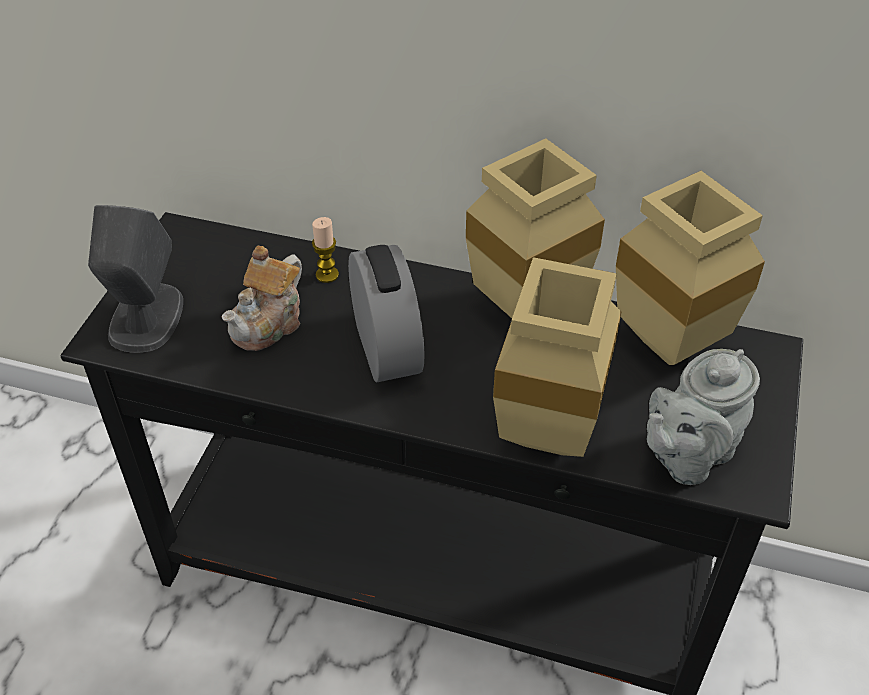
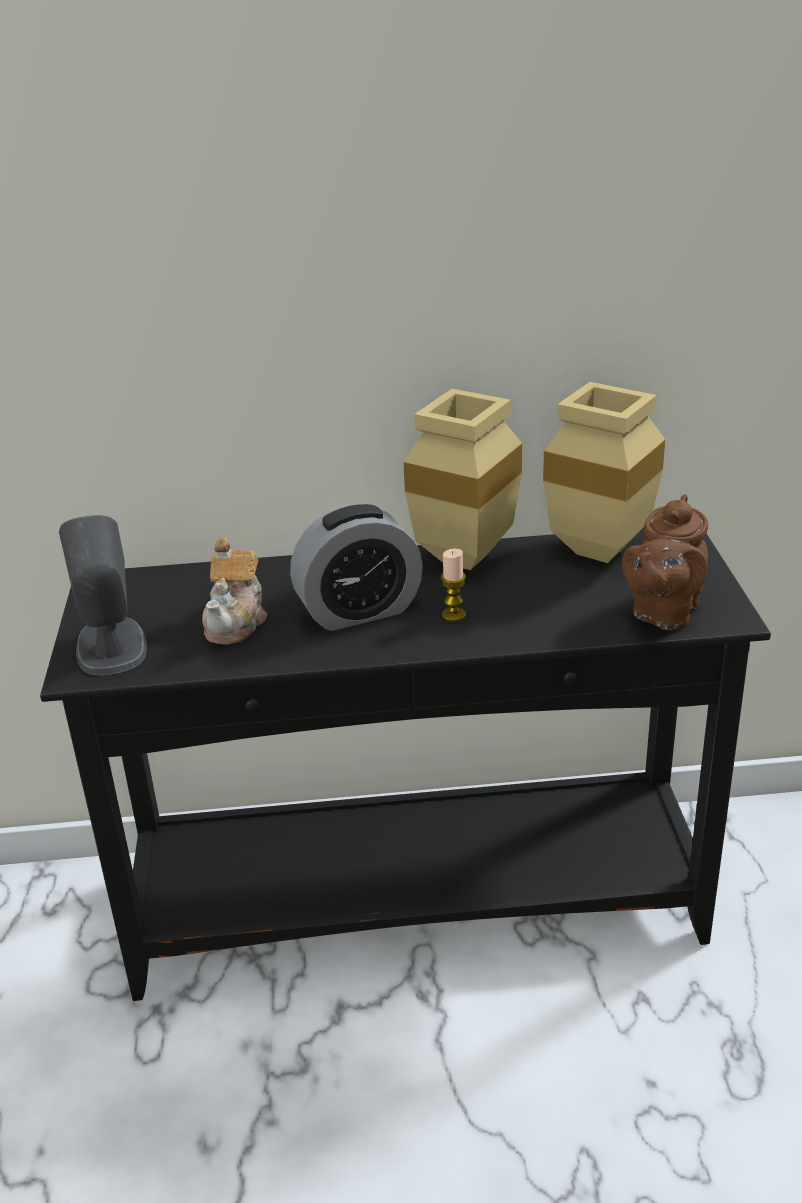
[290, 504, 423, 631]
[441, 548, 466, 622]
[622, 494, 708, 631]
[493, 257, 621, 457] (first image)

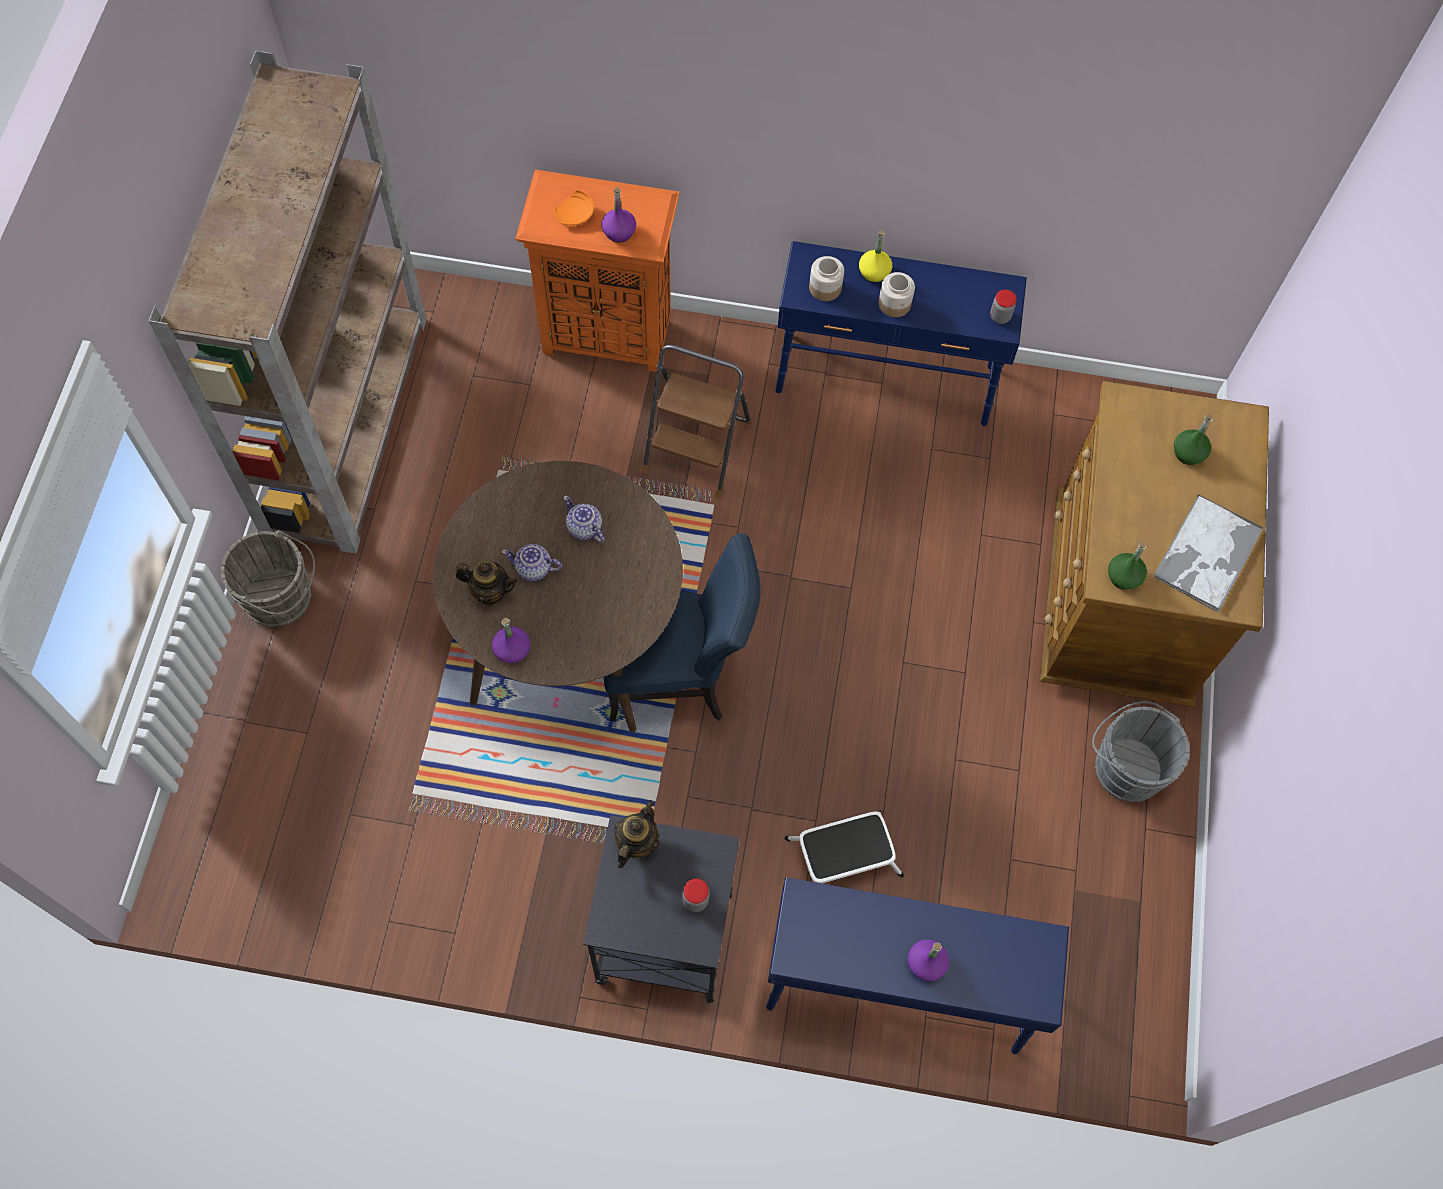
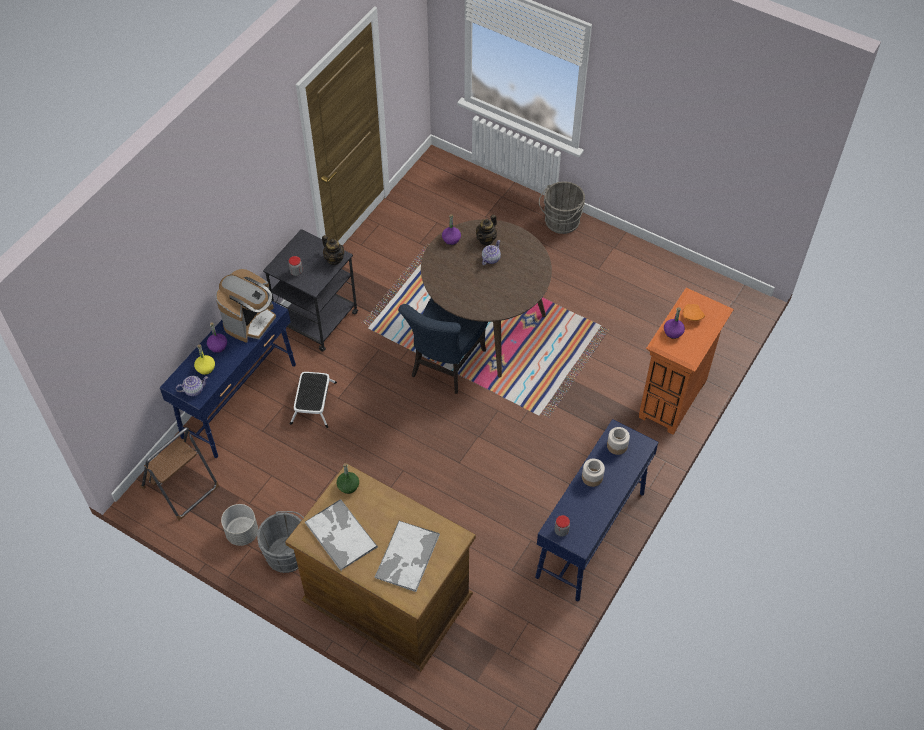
[140, 427, 219, 521]
[176, 376, 208, 396]
[194, 344, 215, 375]
[216, 269, 276, 343]
[221, 504, 258, 546]
[374, 520, 440, 592]
[148, 51, 427, 554] (first image)

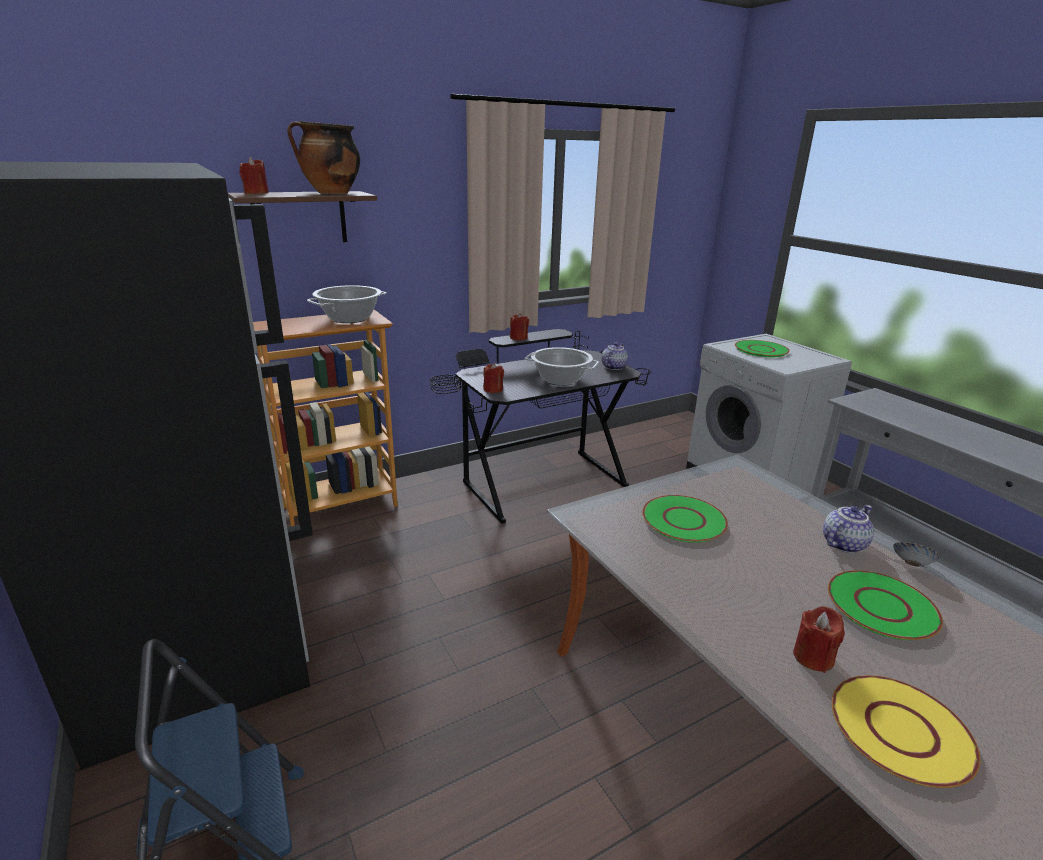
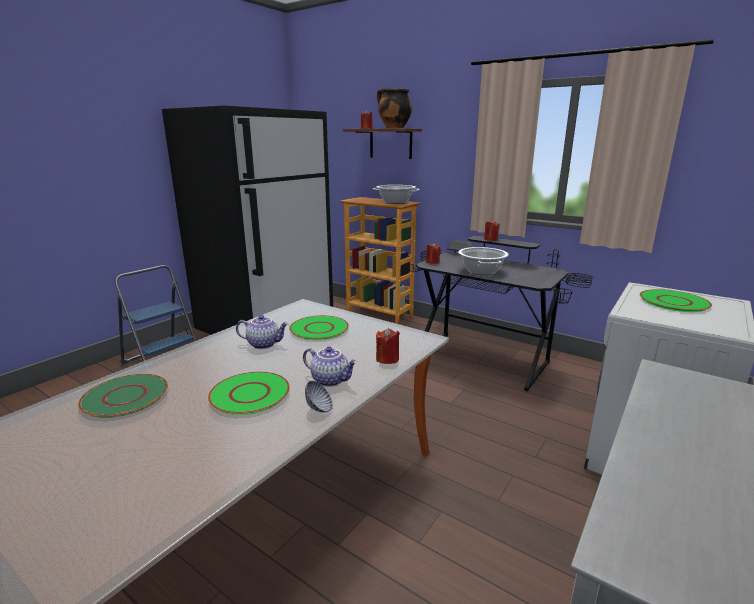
[78, 374, 168, 418]
[236, 315, 288, 349]
[376, 328, 400, 364]

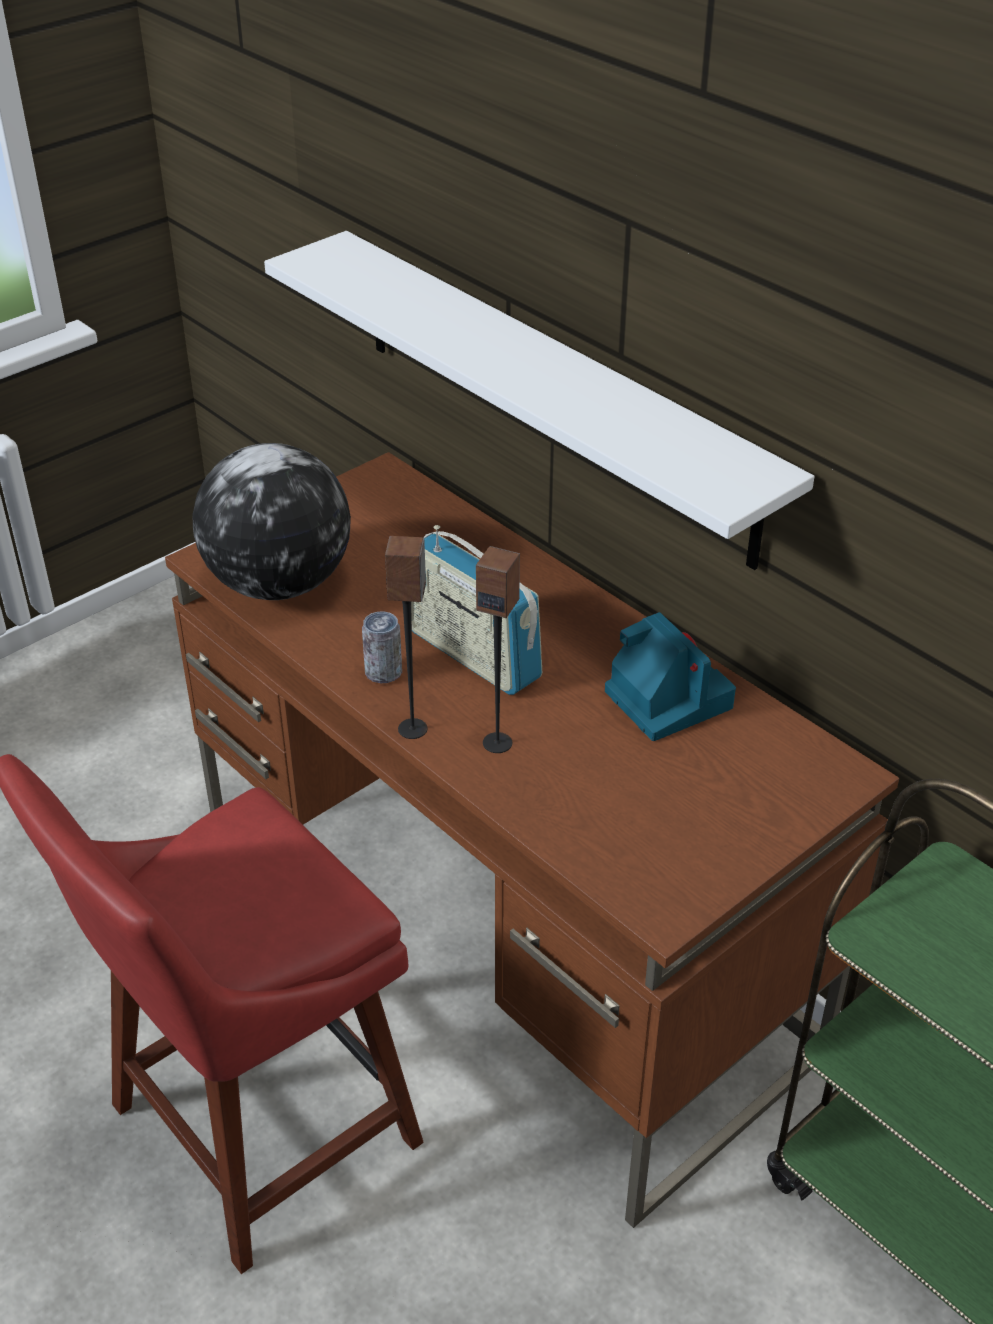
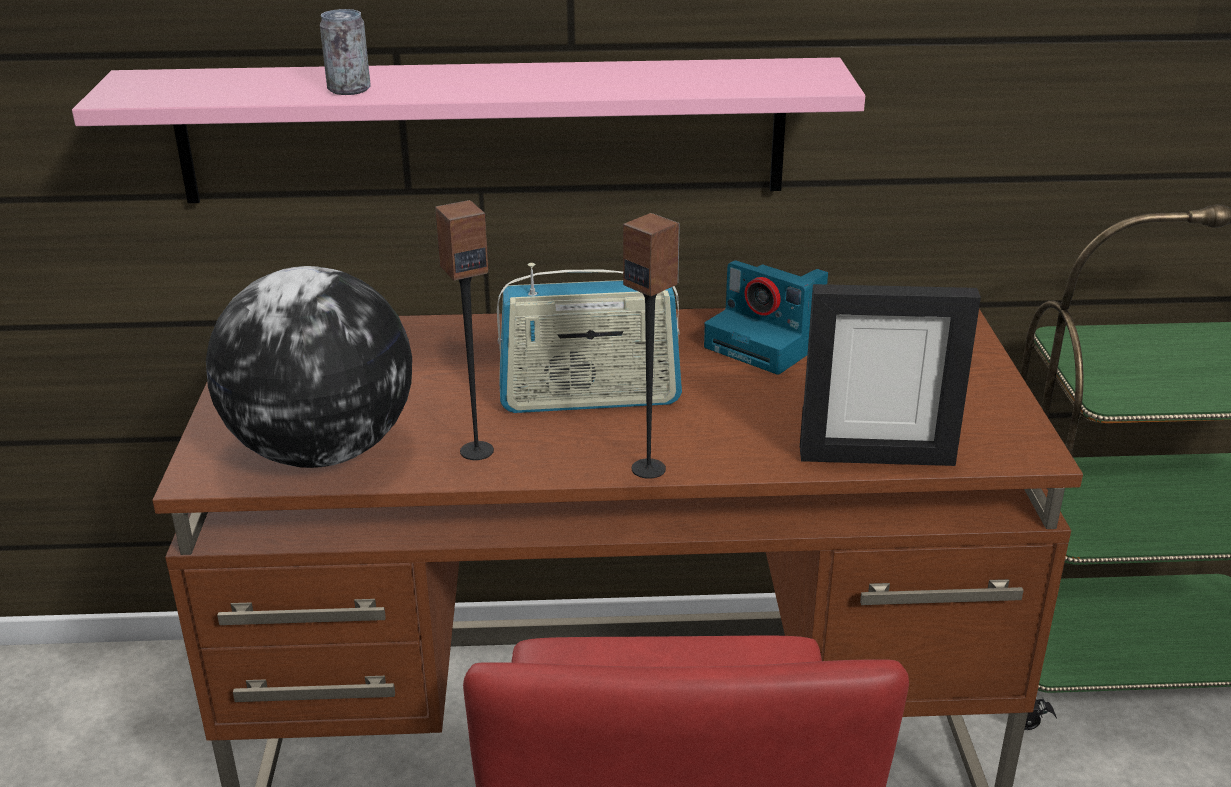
[72, 57, 865, 203]
[320, 9, 370, 95]
[435, 200, 494, 460]
[704, 260, 828, 375]
[800, 284, 981, 466]

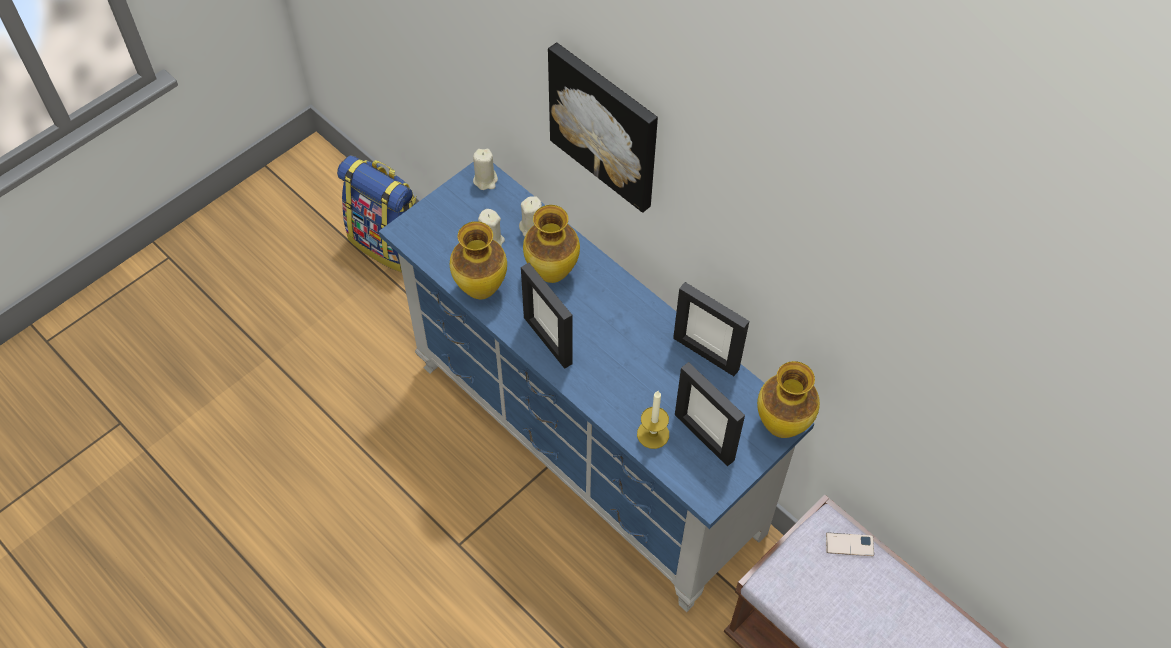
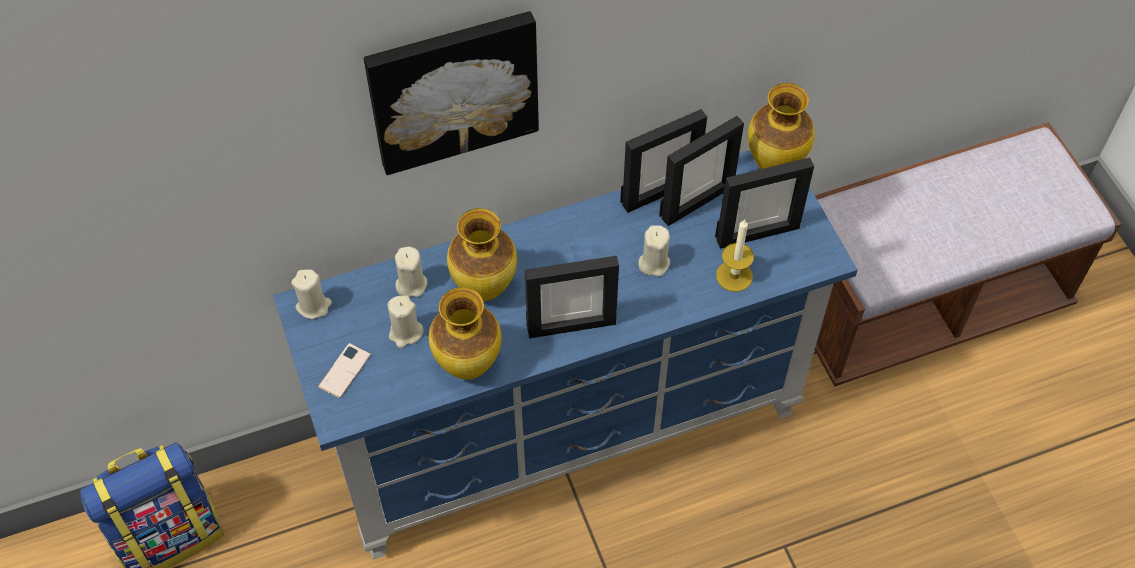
[318, 343, 371, 398]
[638, 225, 670, 276]
[659, 116, 744, 226]

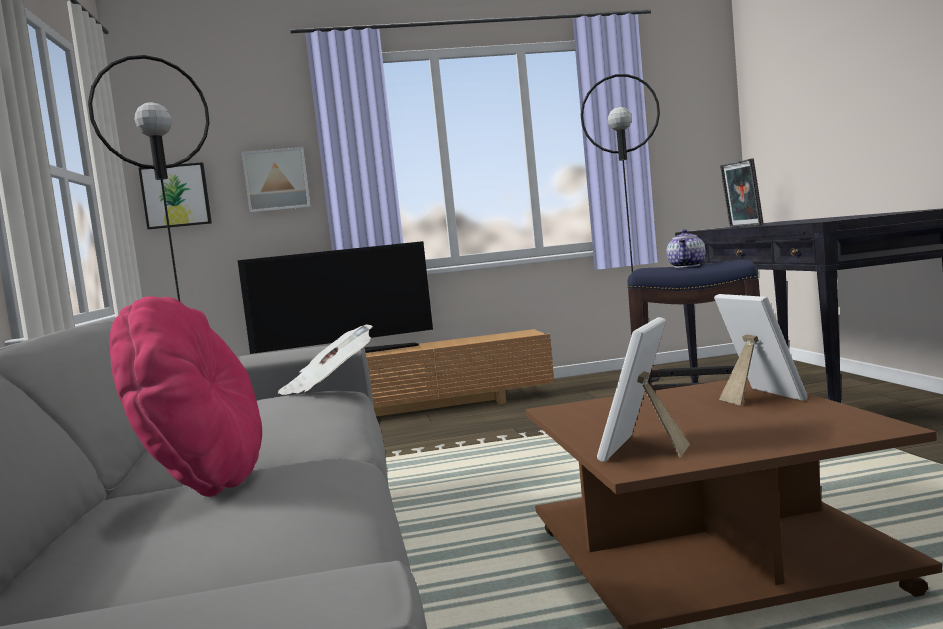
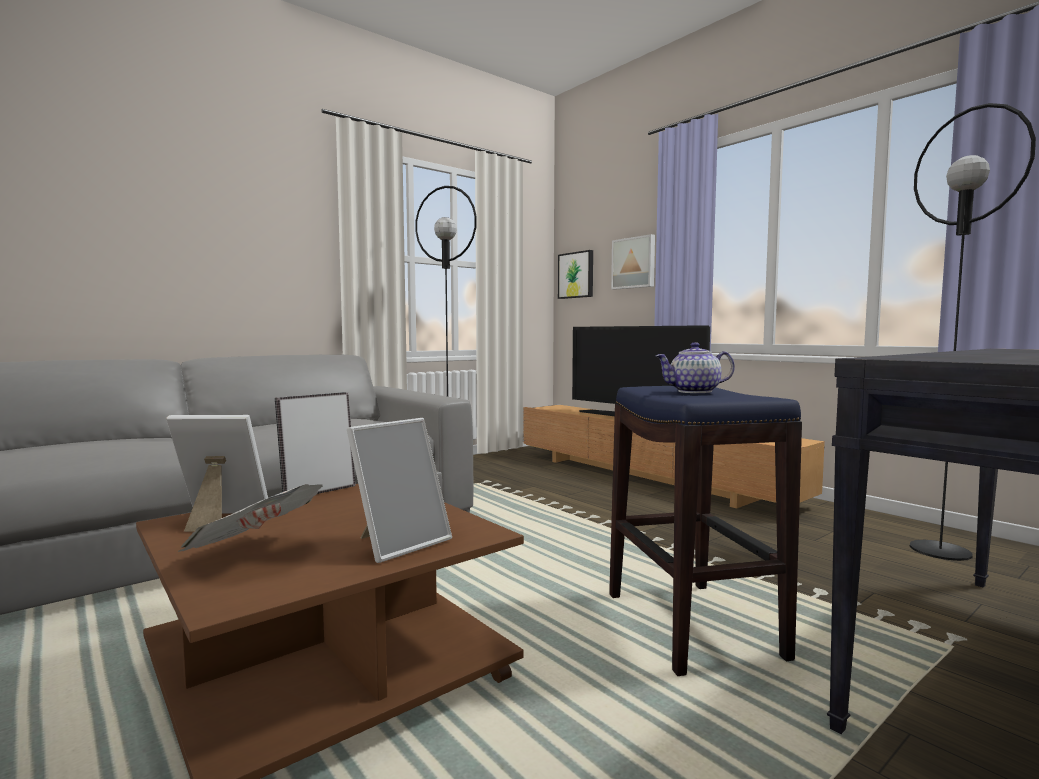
[178, 484, 323, 552]
[275, 392, 356, 494]
[110, 296, 262, 497] (first image)

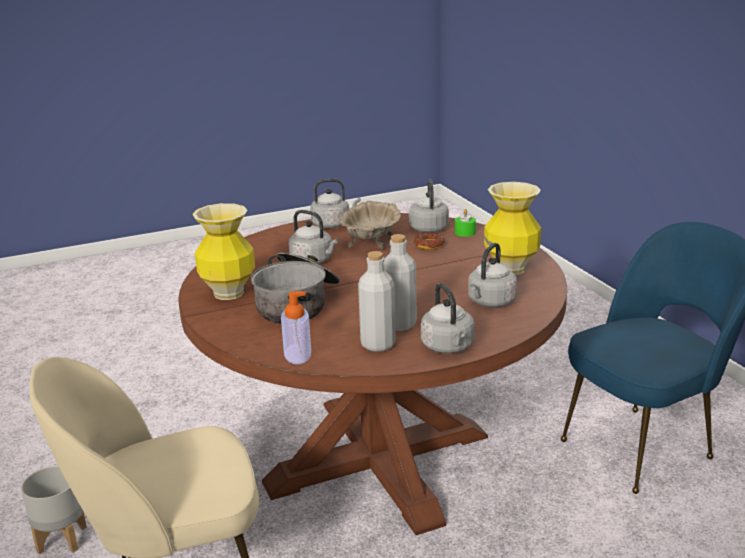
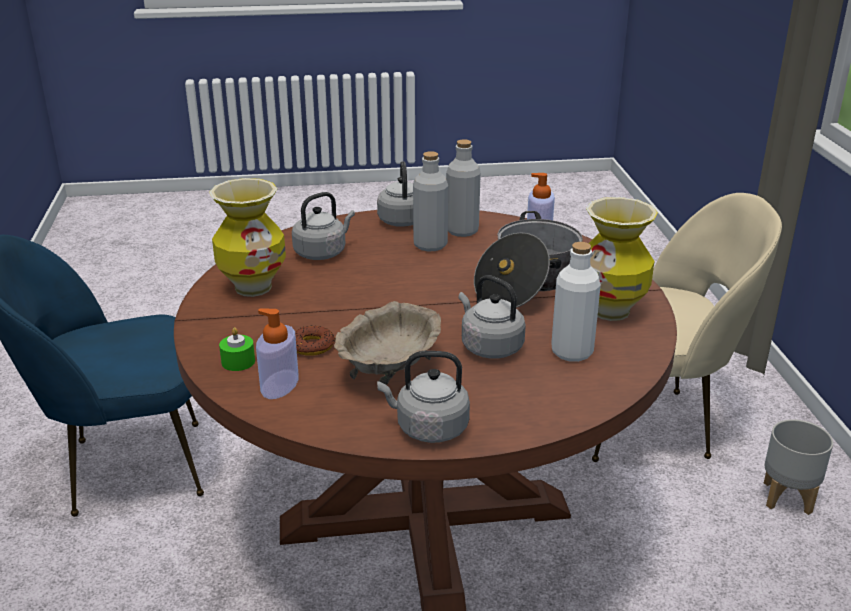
[256, 308, 299, 399]
[551, 242, 601, 362]

